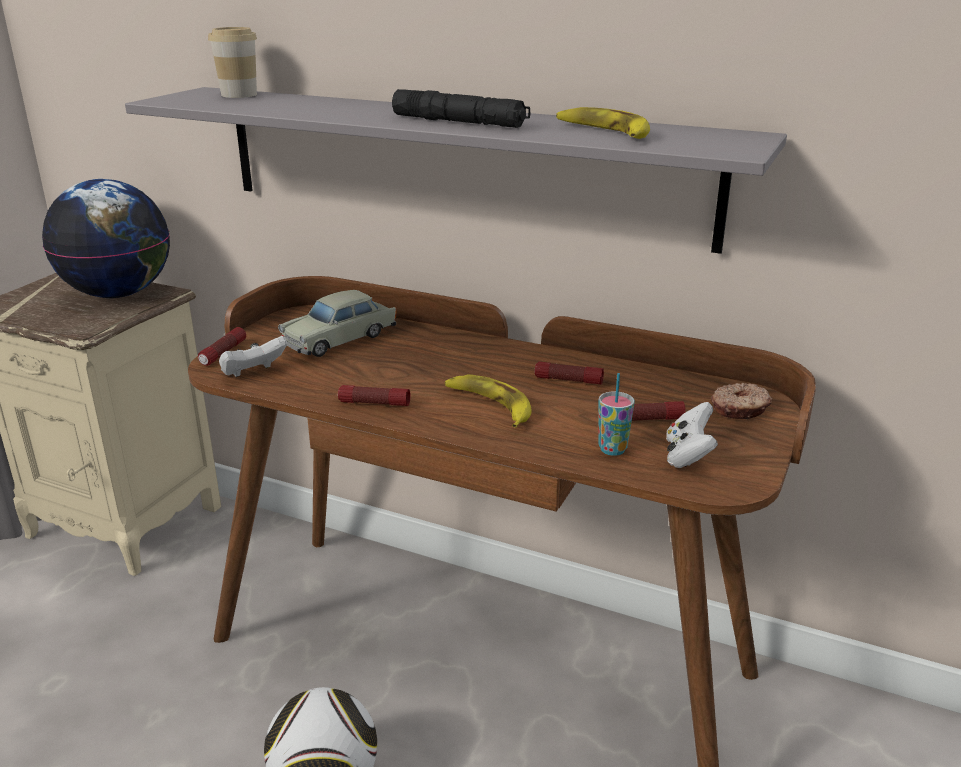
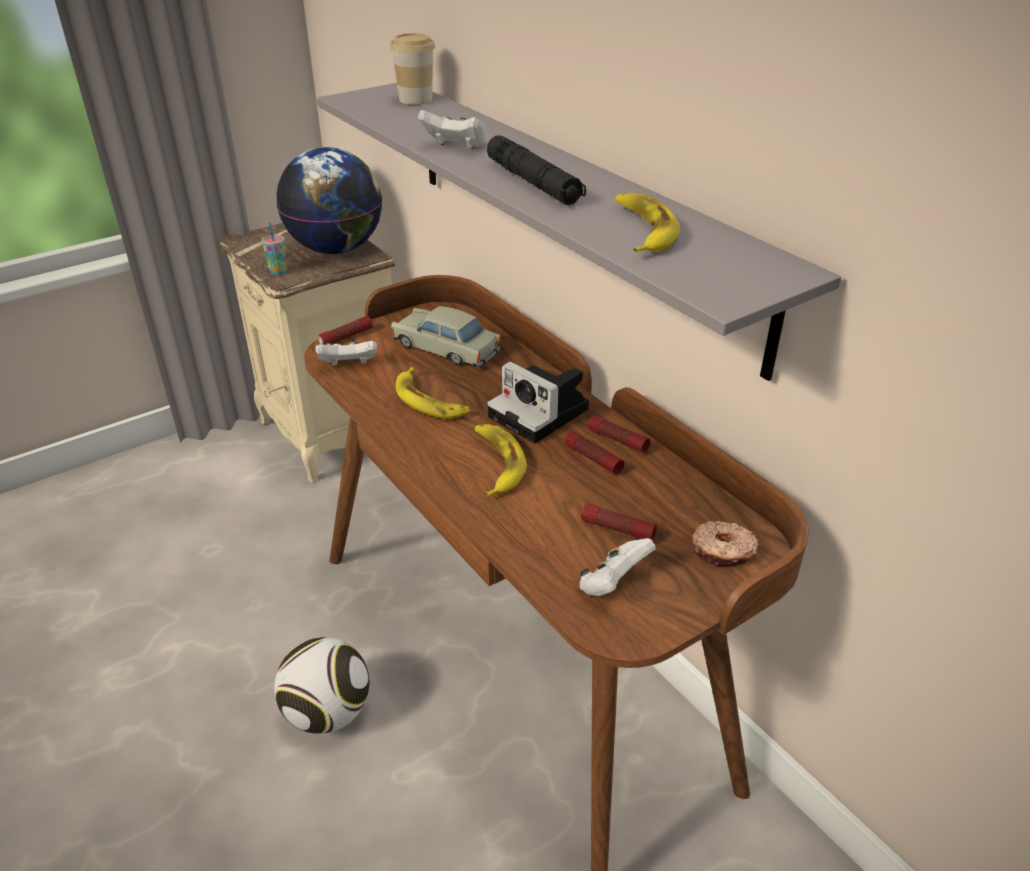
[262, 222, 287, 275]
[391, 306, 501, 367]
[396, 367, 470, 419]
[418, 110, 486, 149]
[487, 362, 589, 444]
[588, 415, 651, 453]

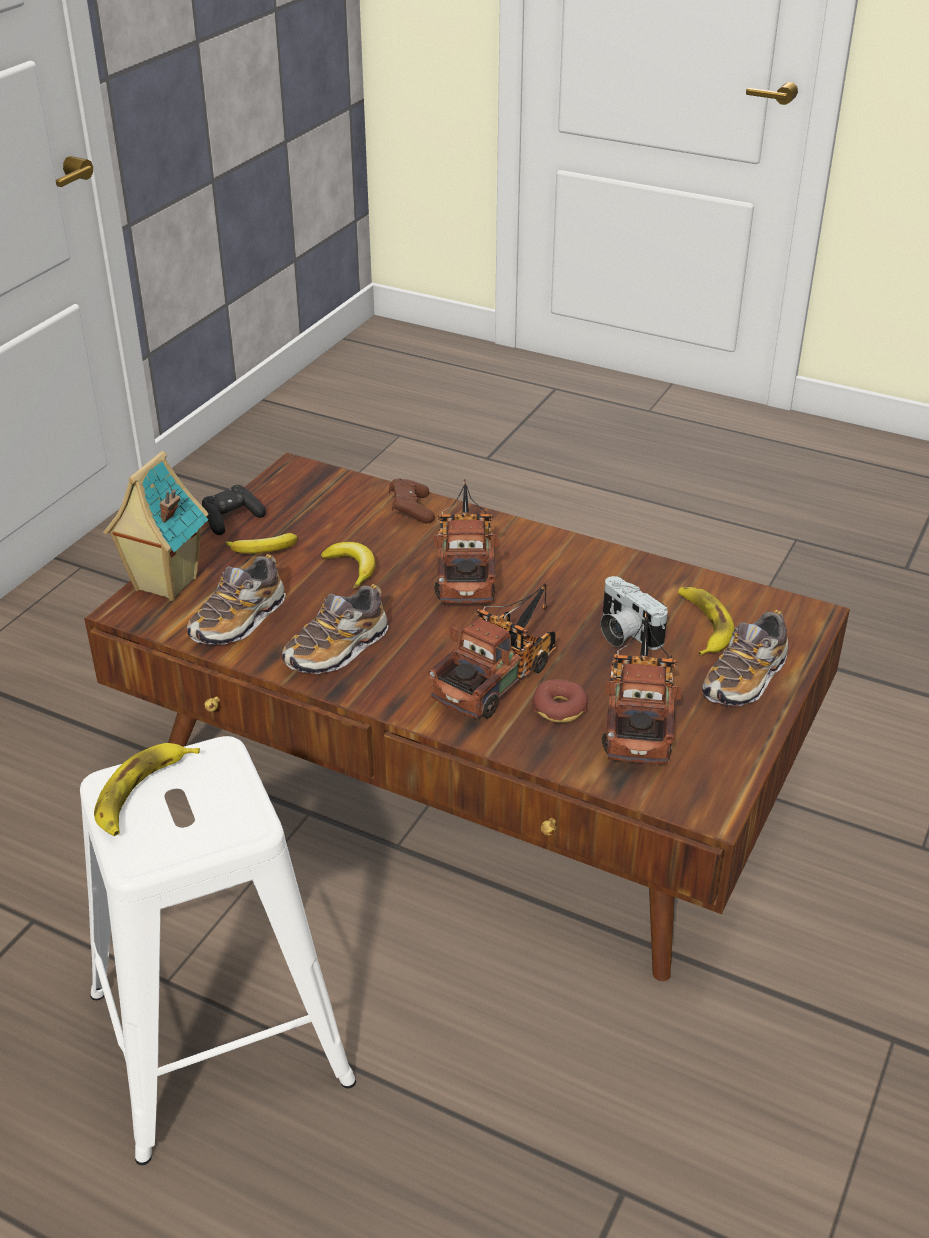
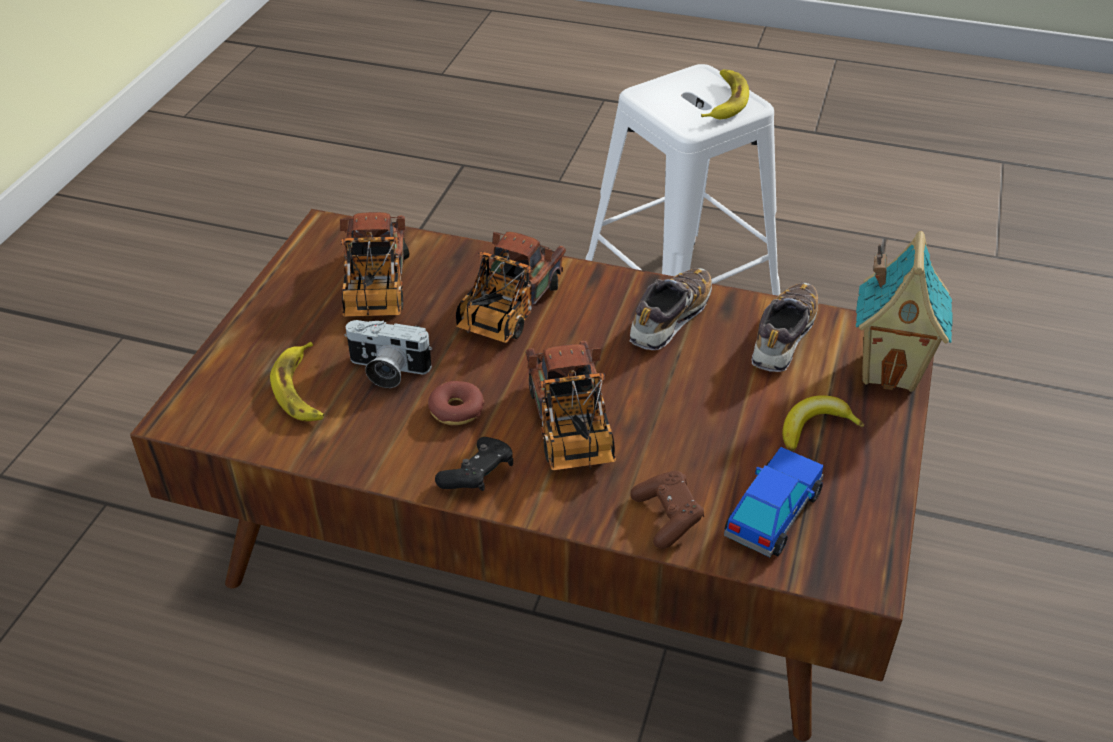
[345, 320, 432, 388]
[428, 381, 485, 425]
[435, 437, 513, 491]
[724, 447, 824, 557]
[321, 542, 376, 589] (first image)
[702, 610, 788, 706] (first image)

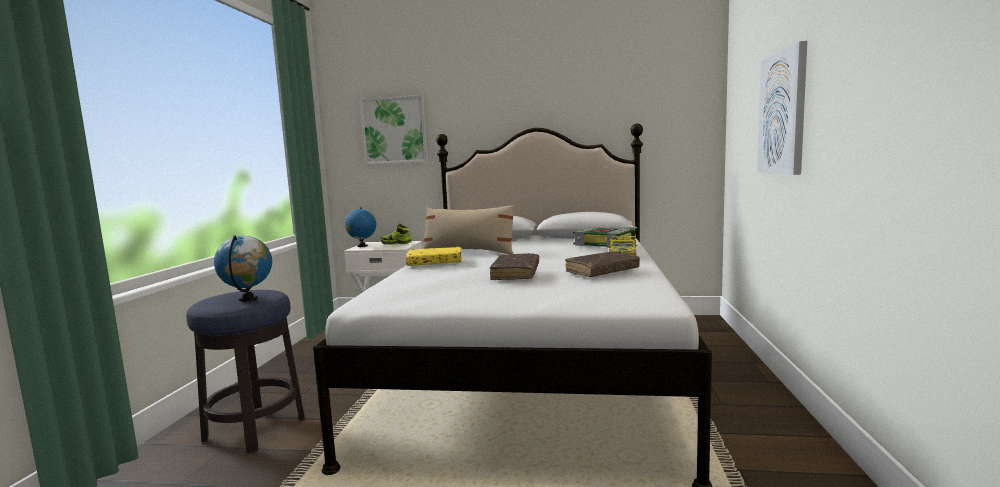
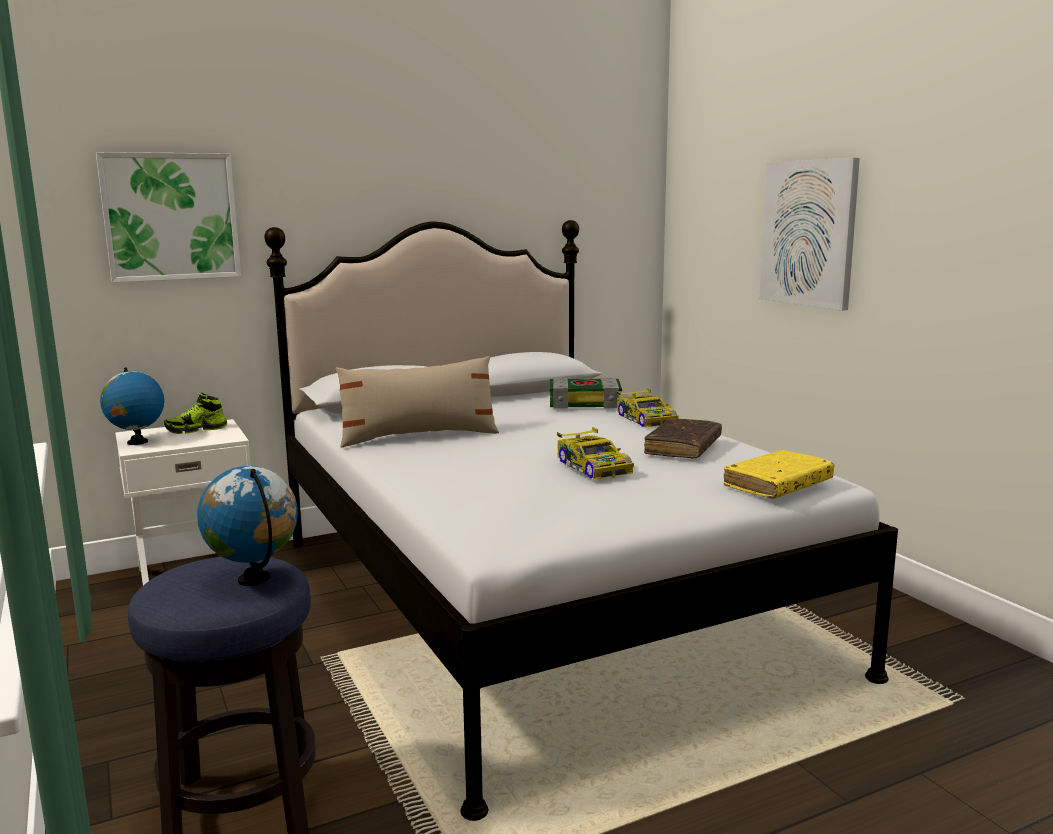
[557, 427, 634, 480]
[723, 450, 834, 498]

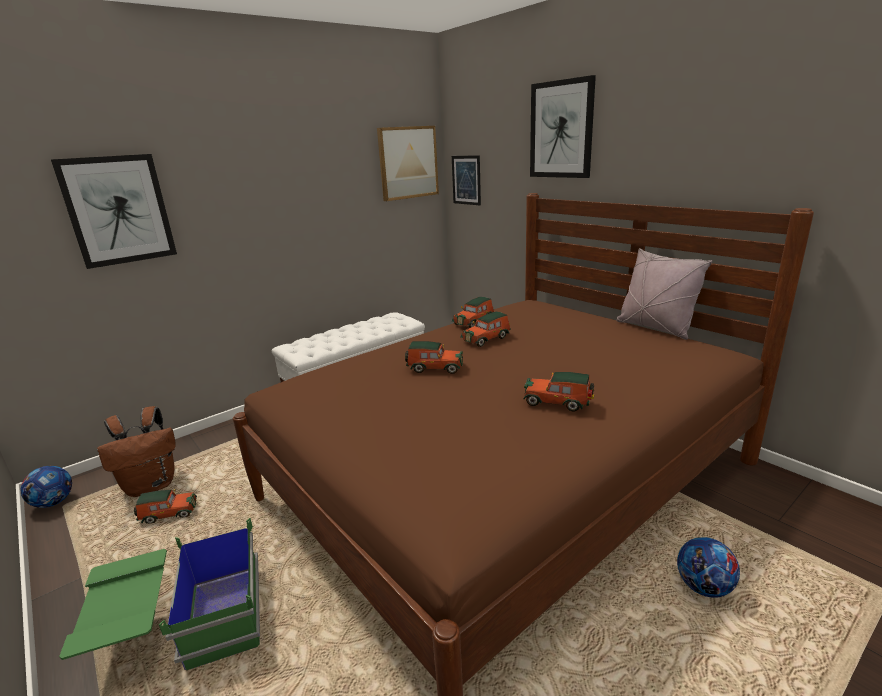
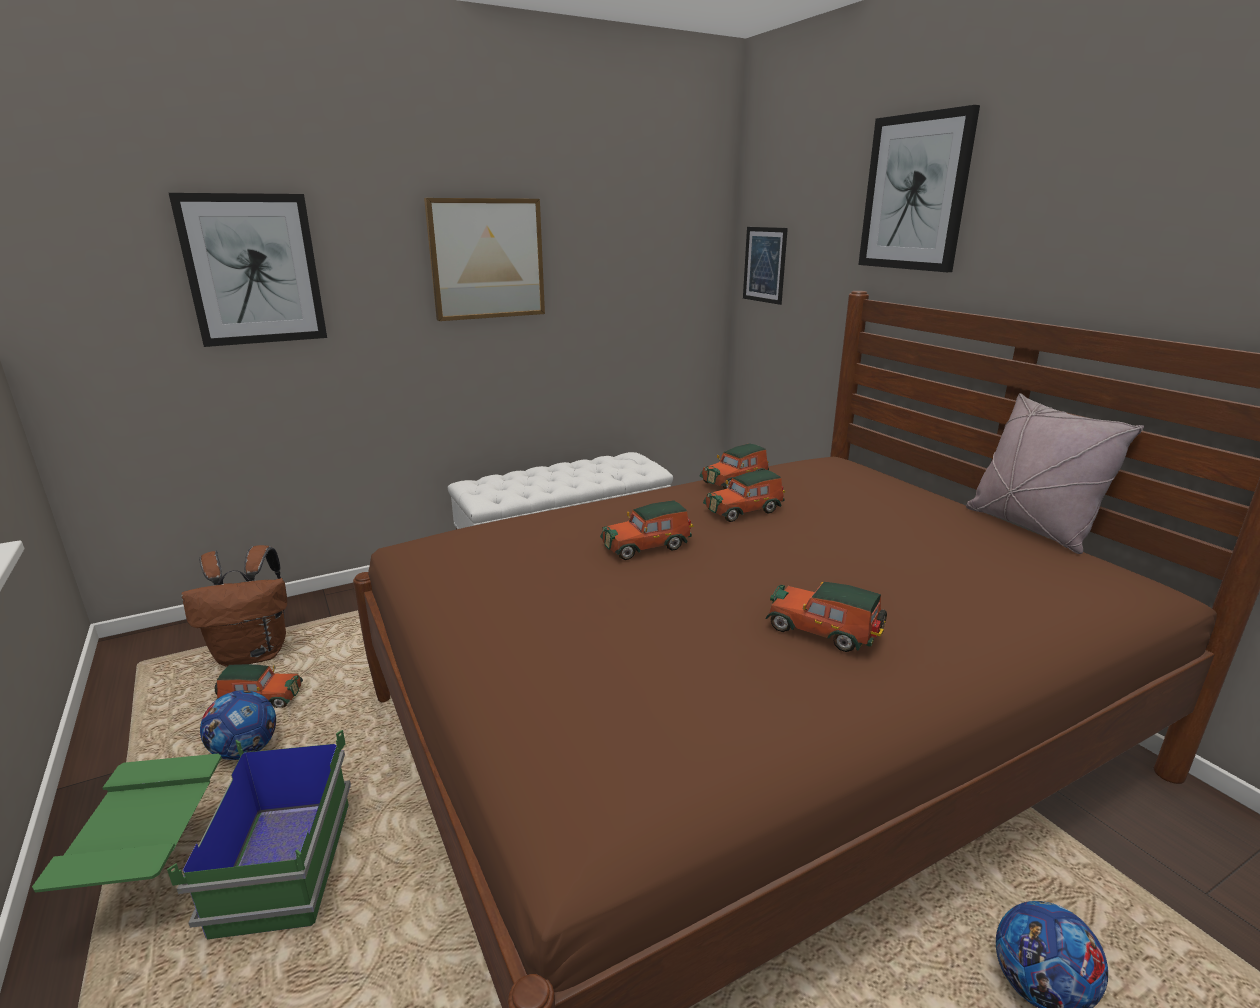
[200, 690, 276, 760]
[424, 198, 545, 321]
[600, 500, 694, 560]

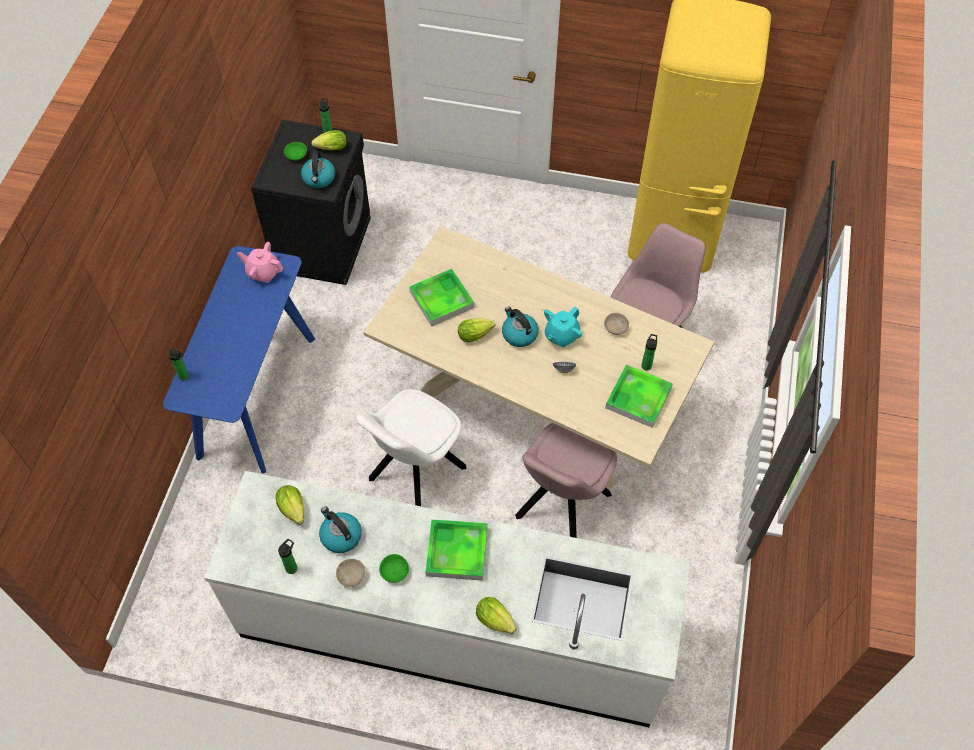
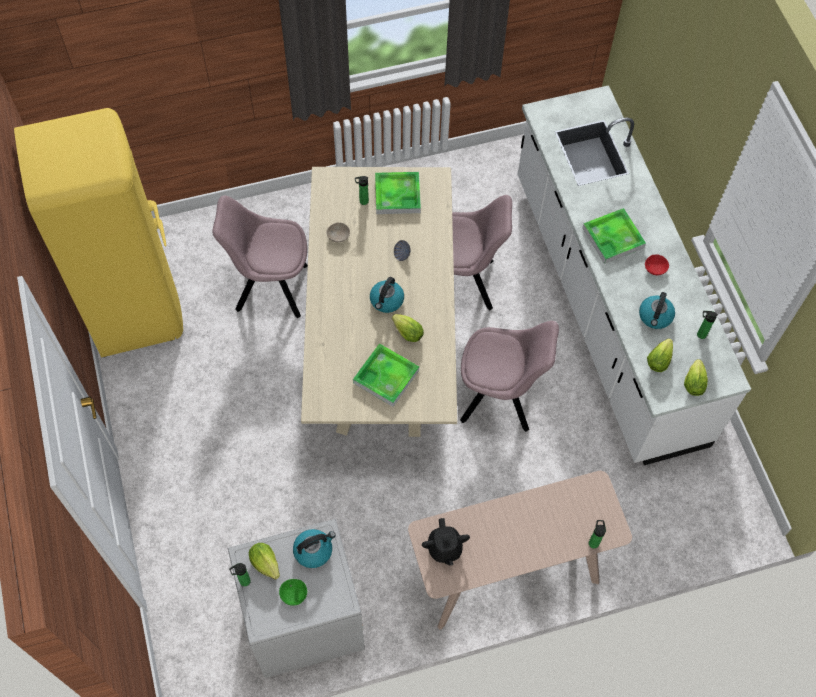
[228, 519, 365, 678]
[408, 471, 632, 630]
[422, 518, 470, 566]
[460, 321, 559, 432]
[645, 254, 669, 275]
[684, 359, 708, 396]
[336, 559, 366, 587] (first image)
[544, 307, 582, 347] (first image)

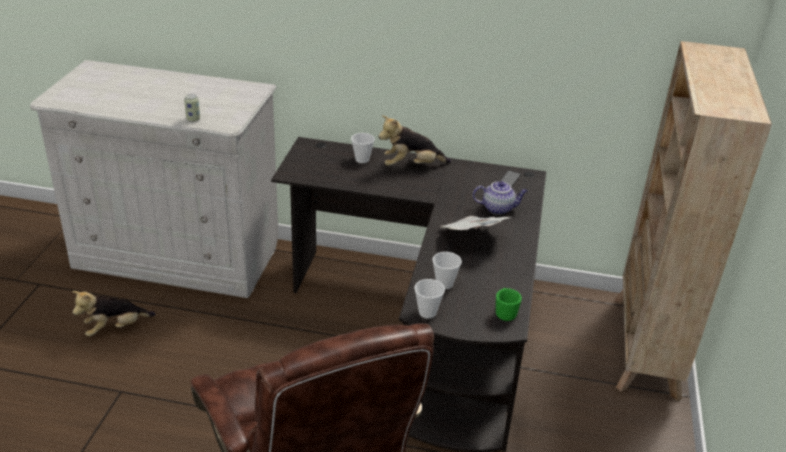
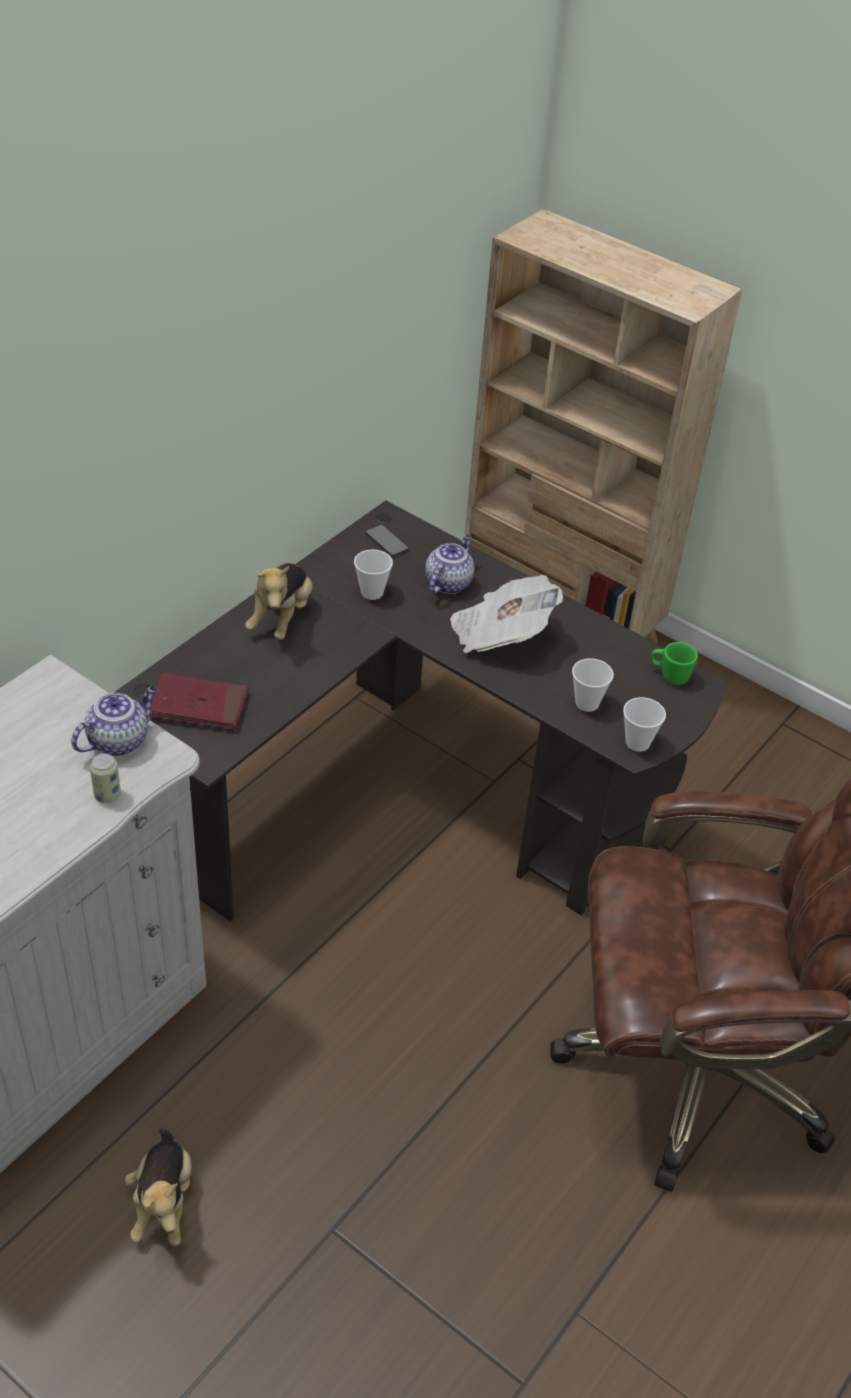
[71, 686, 157, 756]
[151, 672, 249, 731]
[354, 549, 393, 600]

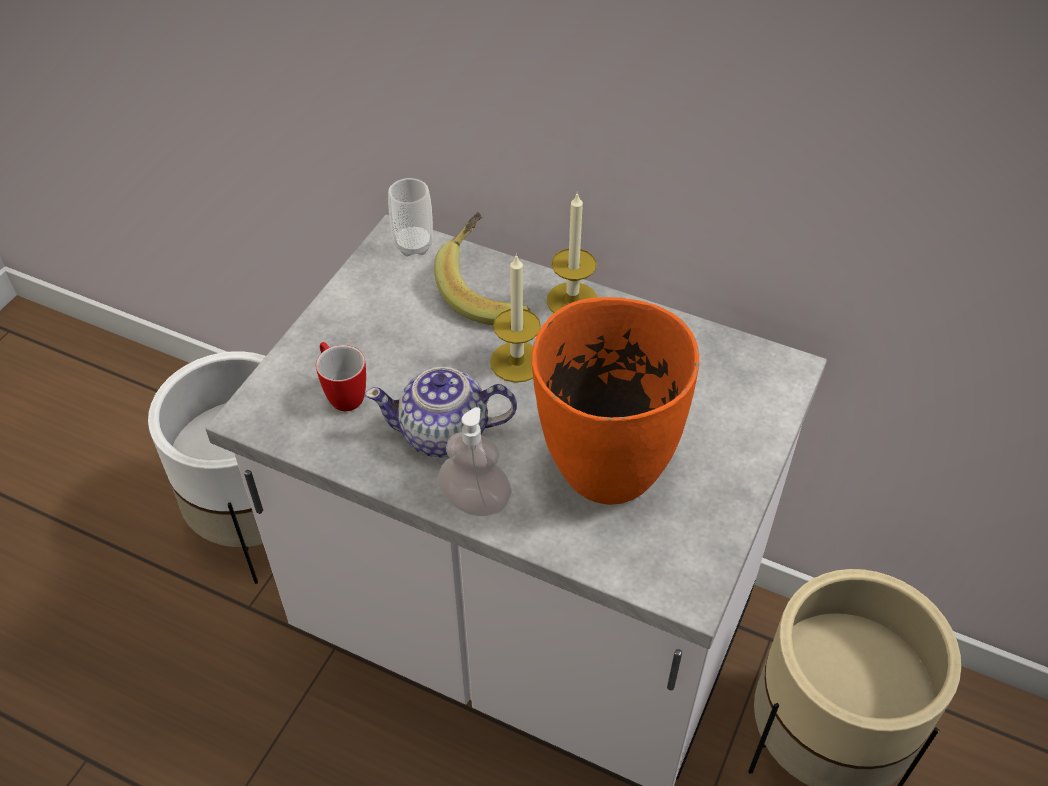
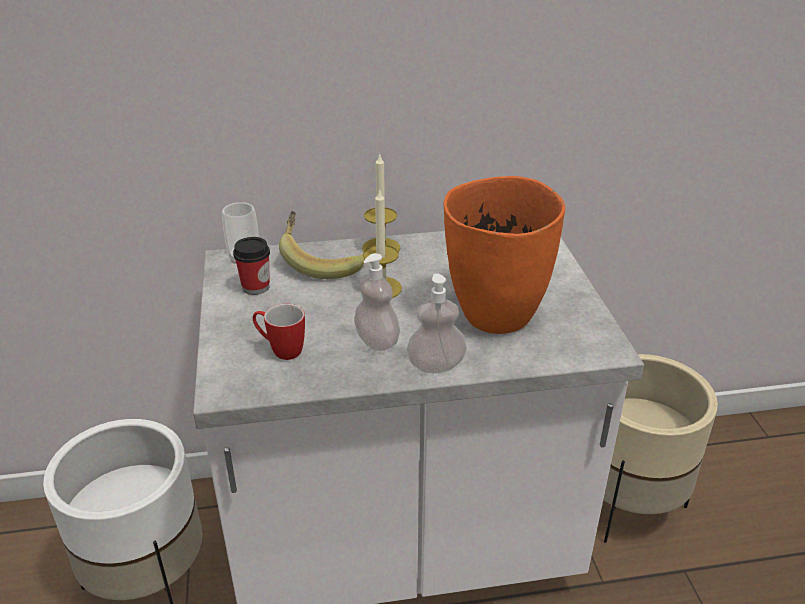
[233, 237, 270, 295]
[354, 253, 400, 351]

